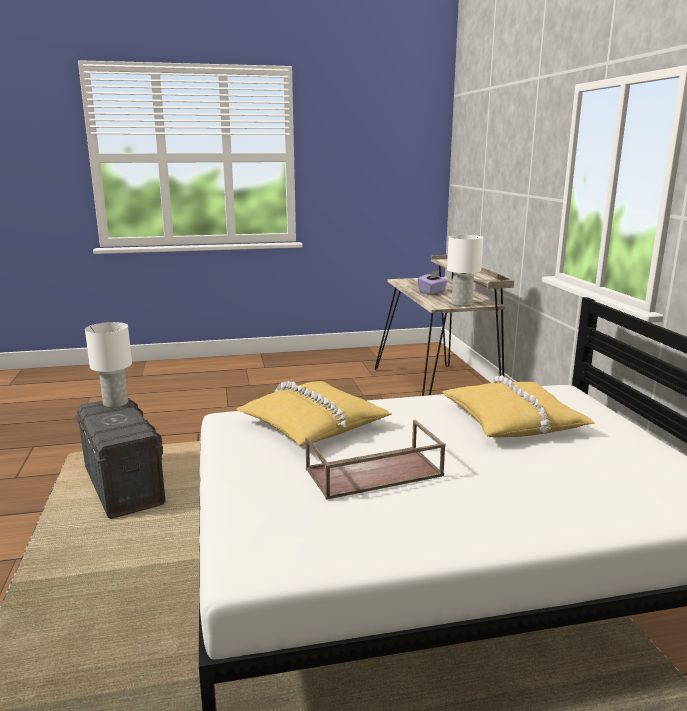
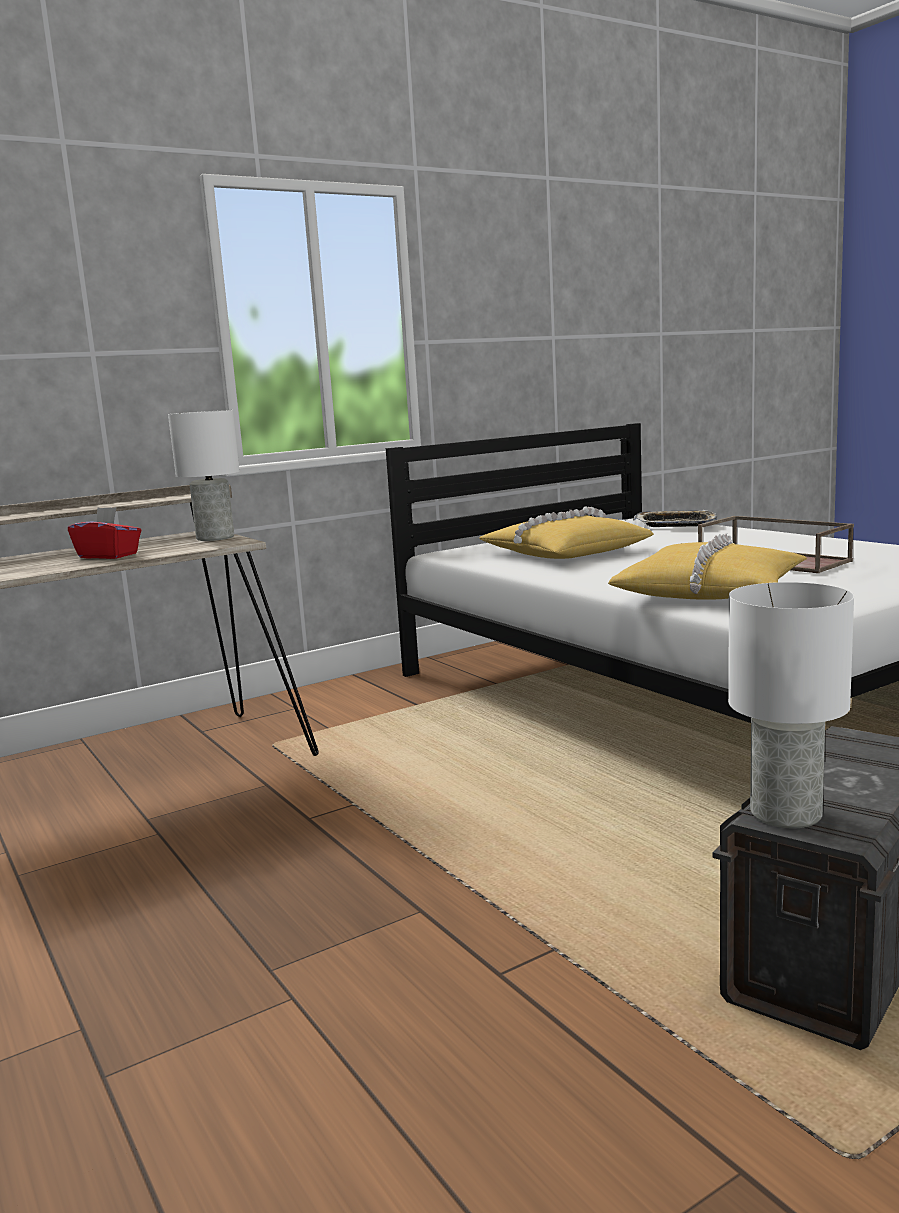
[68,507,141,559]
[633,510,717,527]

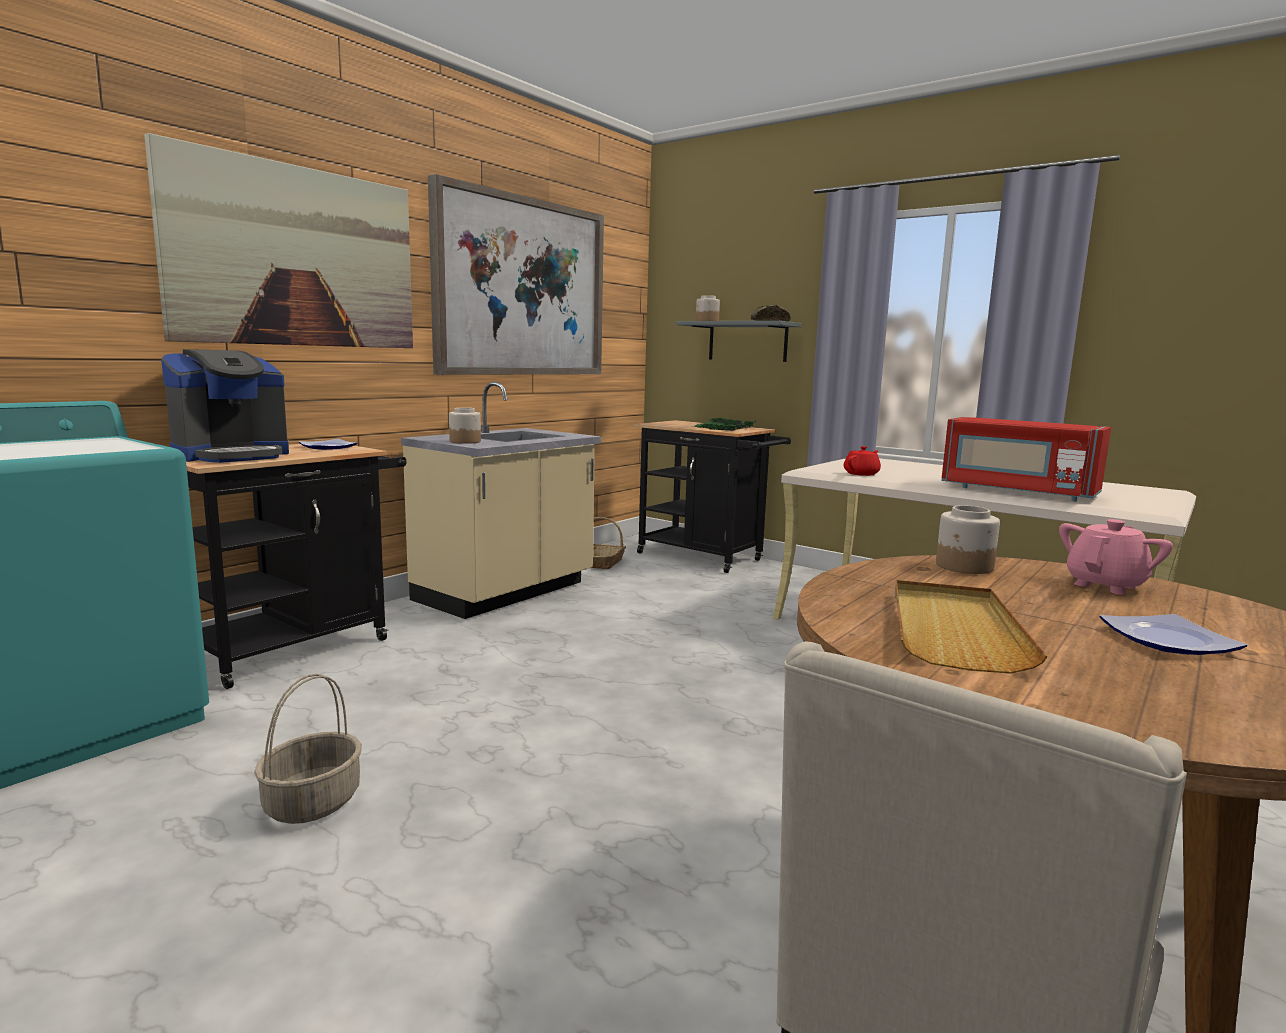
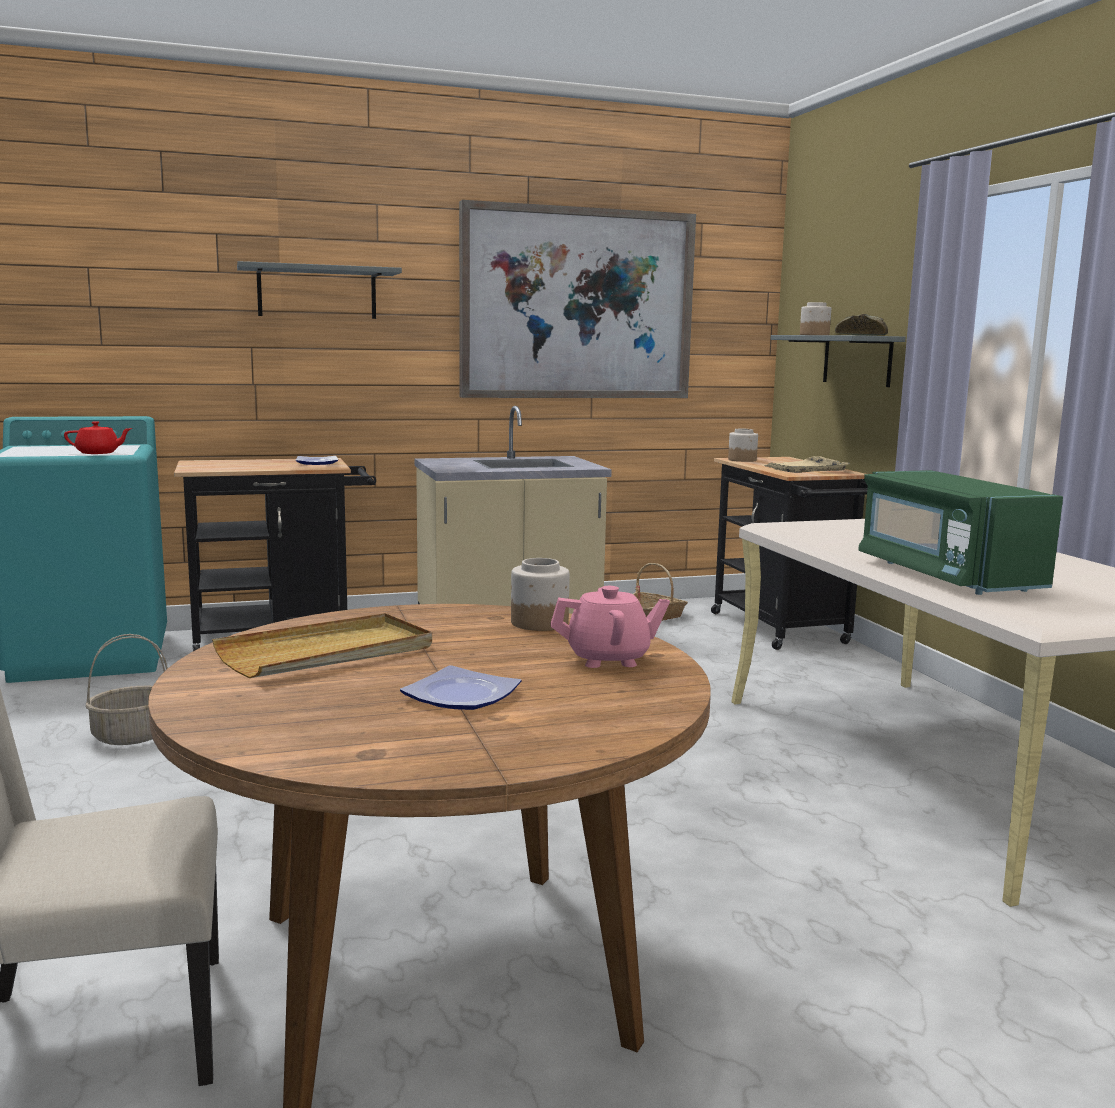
[237,261,402,319]
[161,349,289,463] (first image)
[728,429,758,462]
[858,470,1063,595]
[763,456,850,473]
[64,421,132,454]

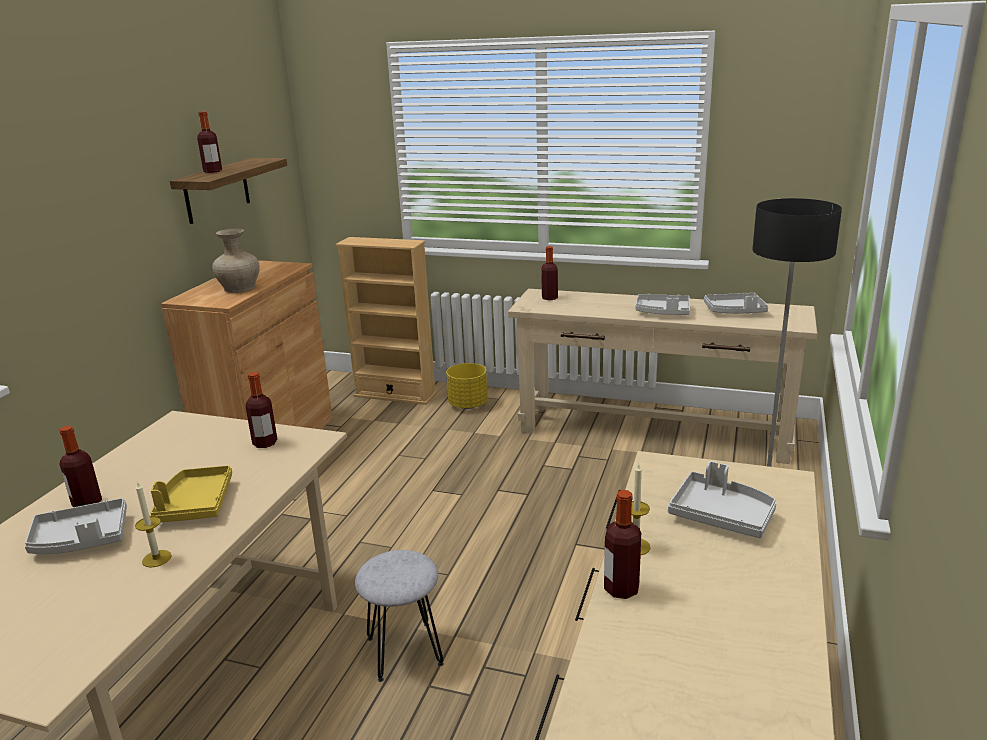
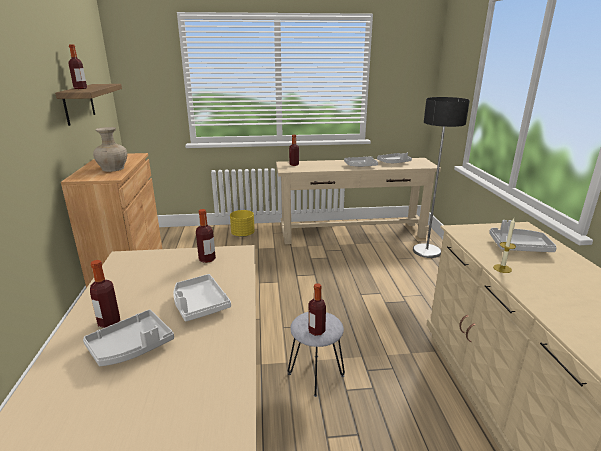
[335,237,437,405] (first image)
[173,274,231,322]
[135,481,172,568] (first image)
[308,283,326,336]

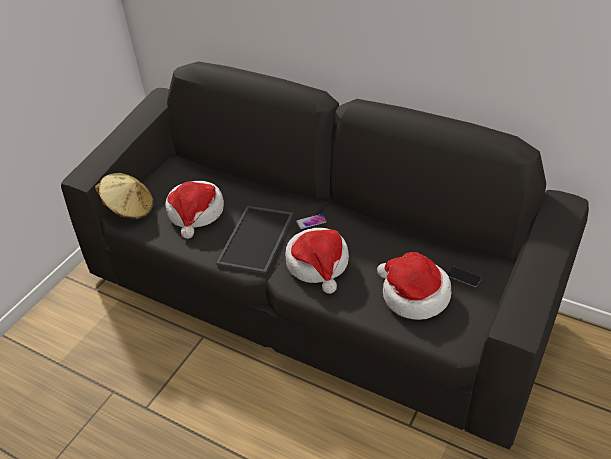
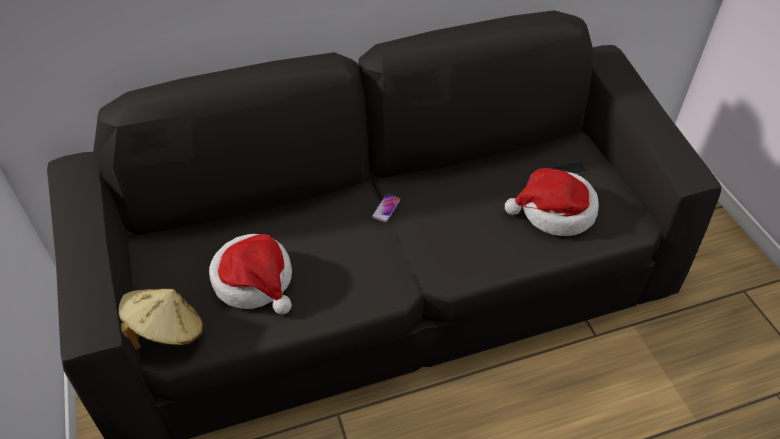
[216,206,294,274] (first image)
[285,228,349,294] (first image)

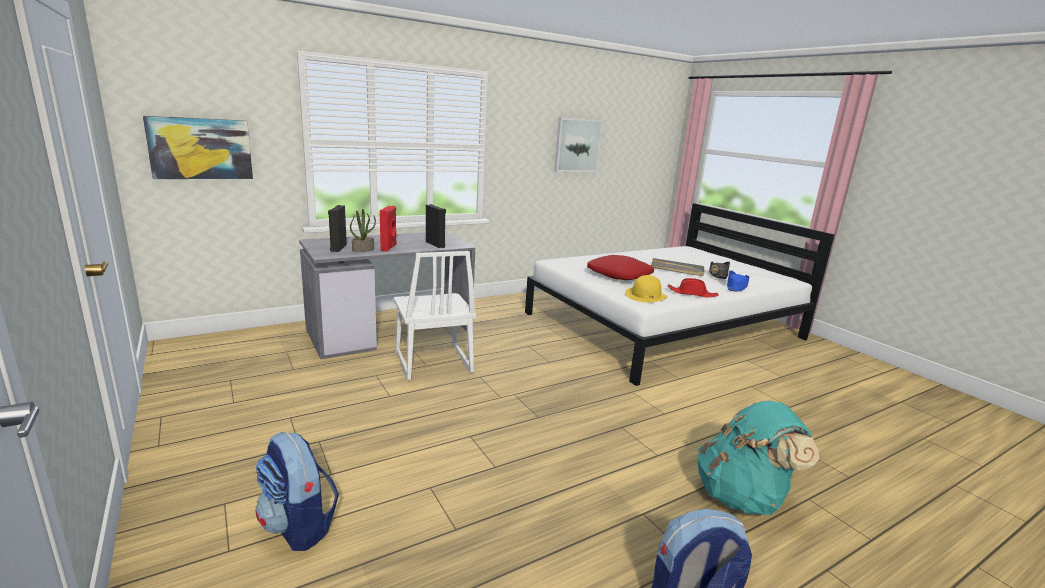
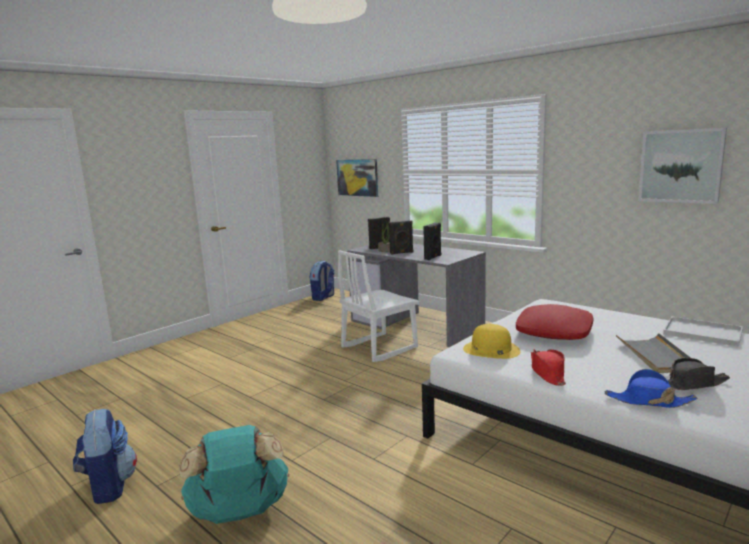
[389,220,413,255]
[309,261,335,301]
[663,316,743,347]

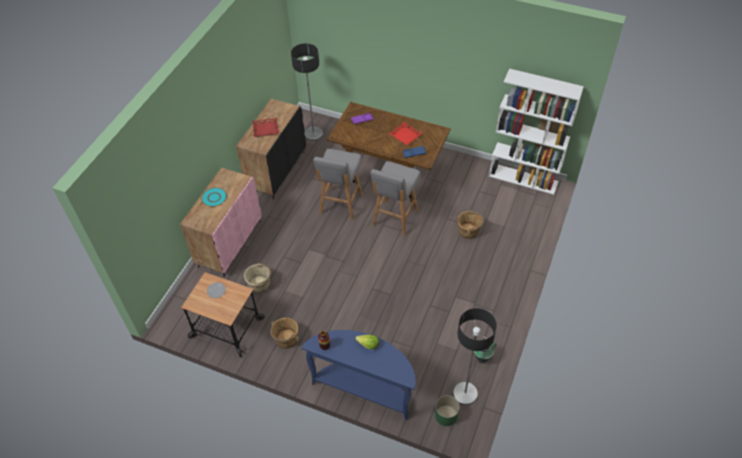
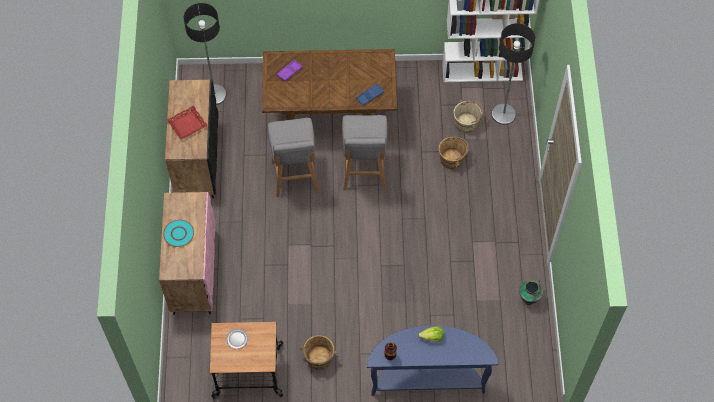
[389,122,423,145] (first image)
[454,100,483,133]
[492,23,536,125]
[435,395,460,426] (first image)

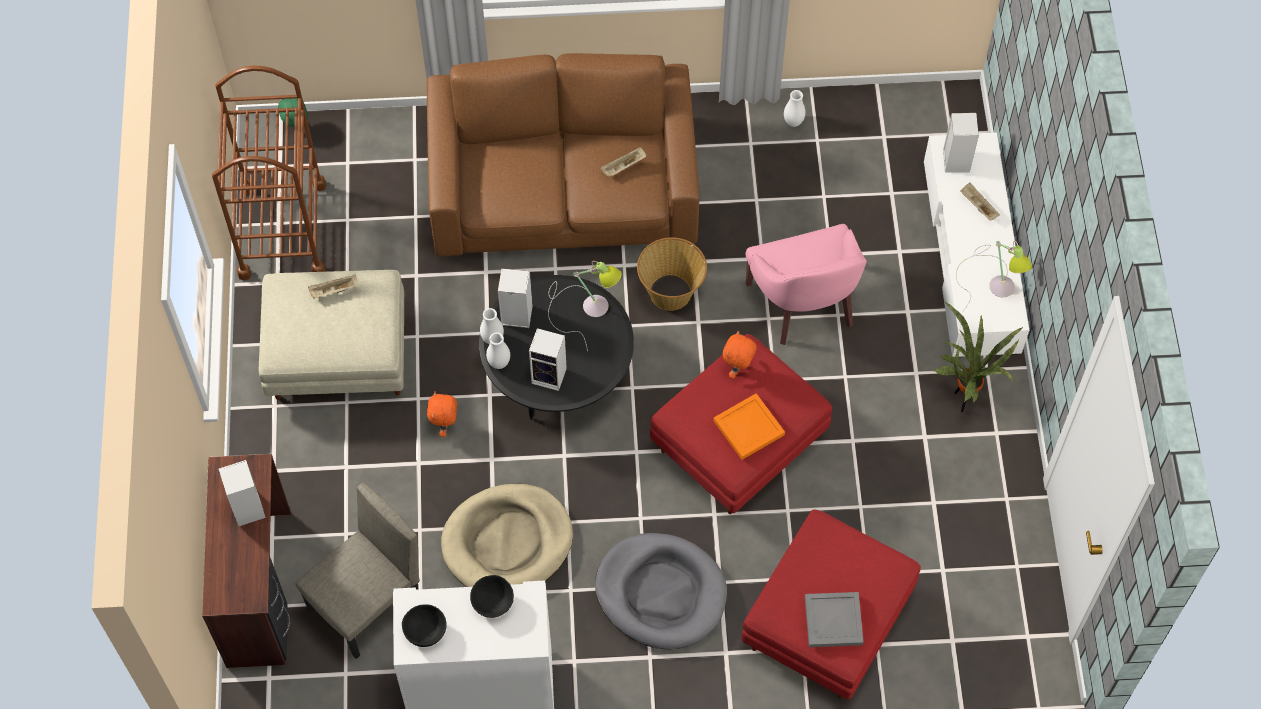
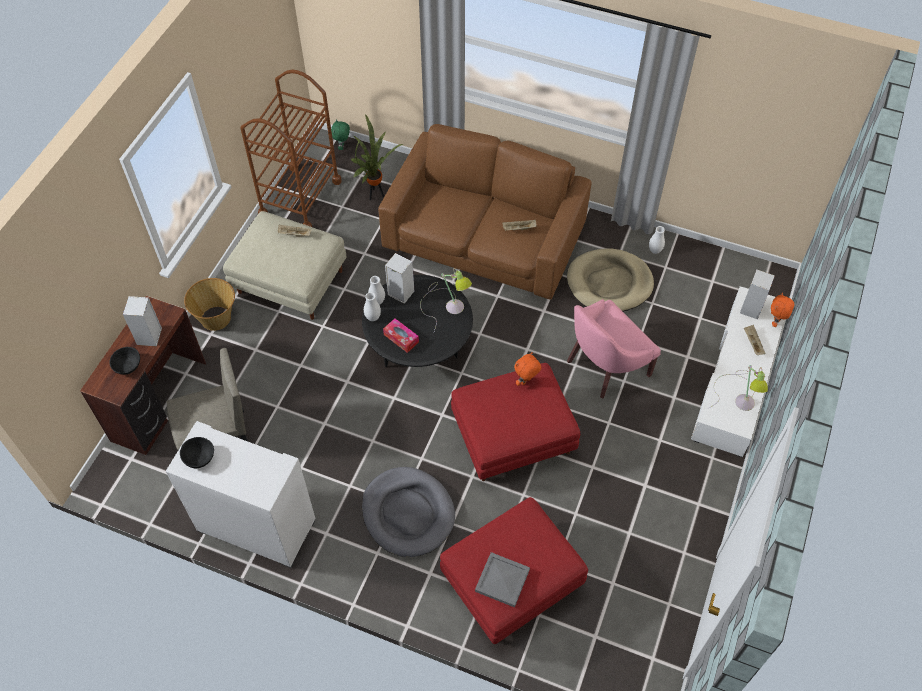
[567,299,661,399]
[184,278,235,331]
[351,114,403,200]
[383,318,419,353]
[771,292,794,327]
[713,393,785,460] (first image)
[567,248,654,312]
[109,347,140,375]

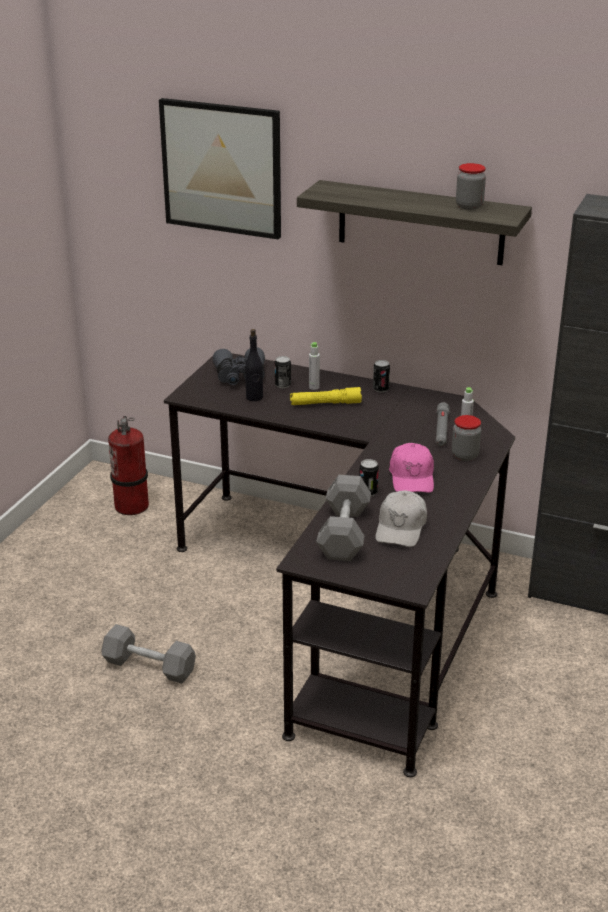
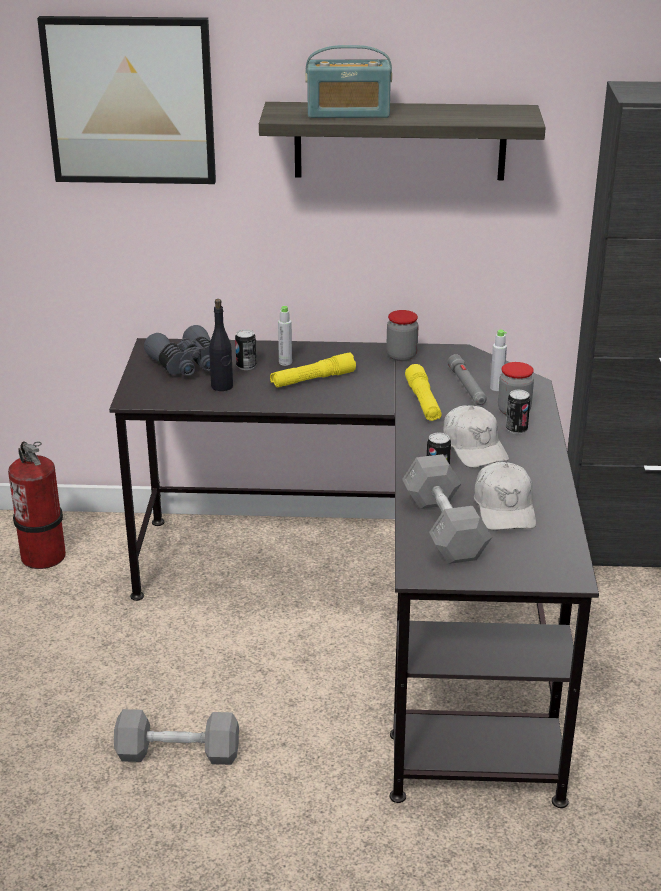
[386,310,419,361]
[506,390,530,434]
[443,405,509,468]
[305,45,392,118]
[405,364,441,421]

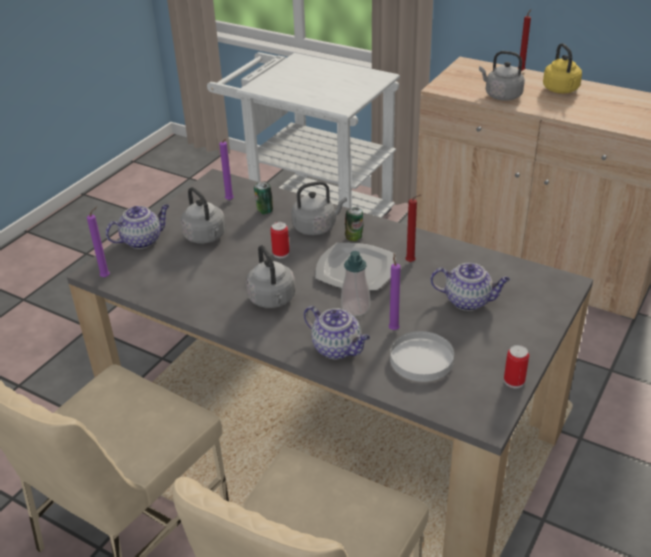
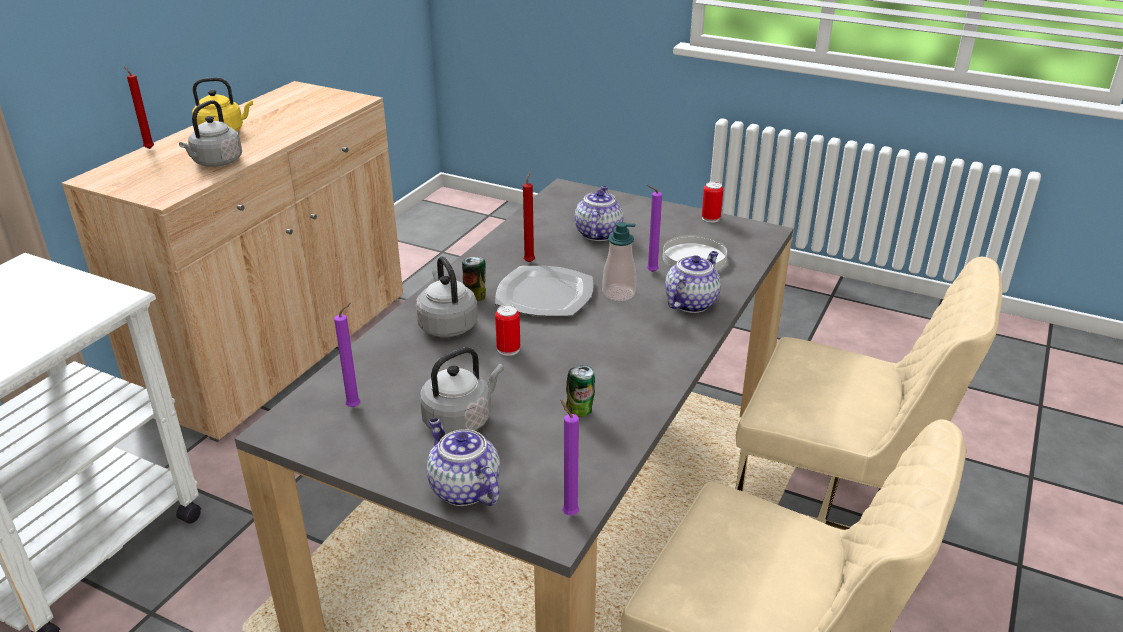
[566,365,595,417]
[246,245,295,308] (first image)

